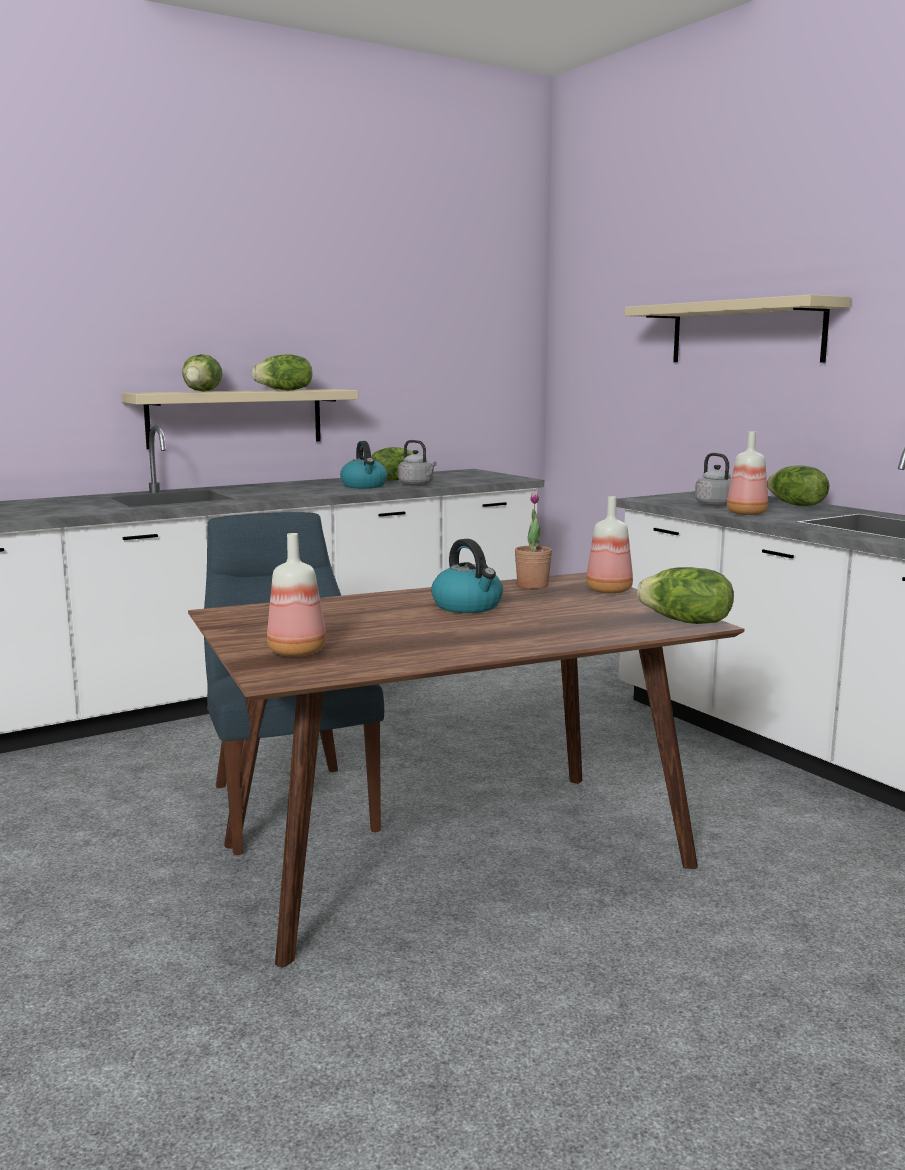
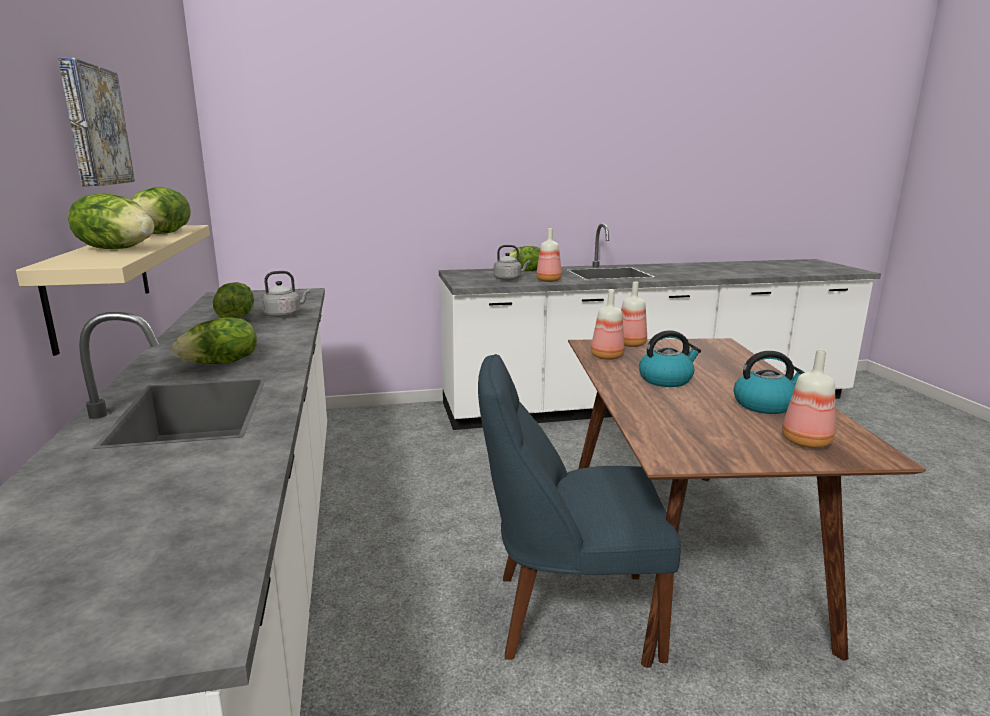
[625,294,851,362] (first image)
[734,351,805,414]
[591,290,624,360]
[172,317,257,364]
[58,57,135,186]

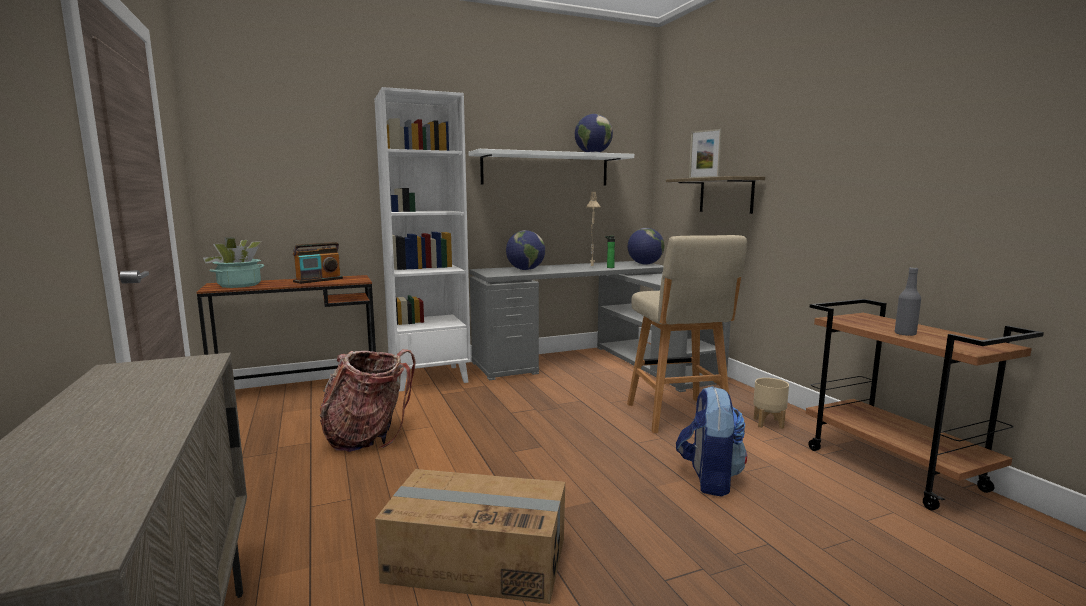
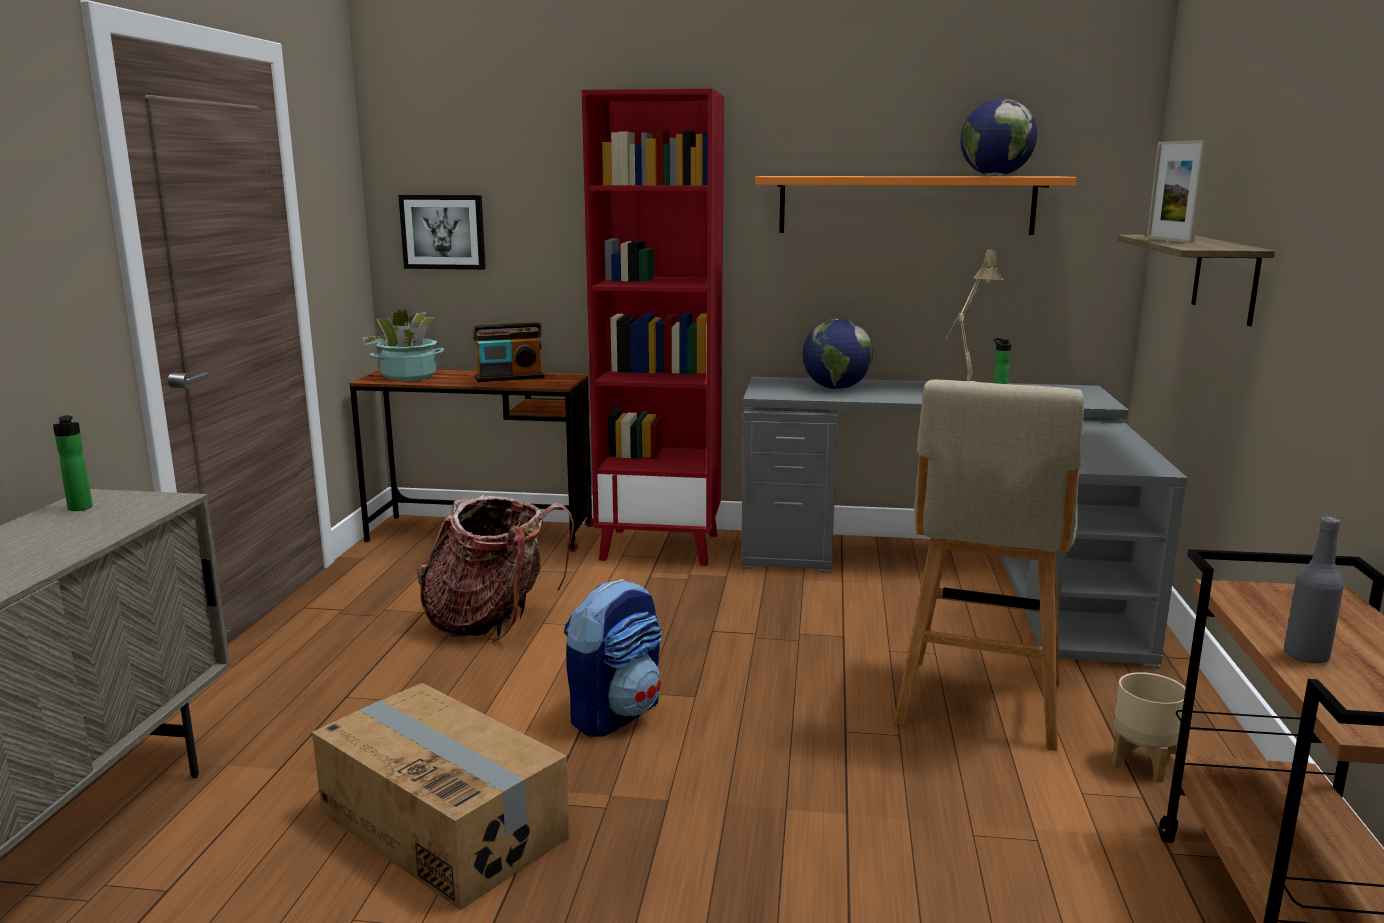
[582,88,724,566]
[755,176,1076,235]
[627,228,664,265] (first image)
[564,579,662,737]
[398,195,486,270]
[53,415,93,511]

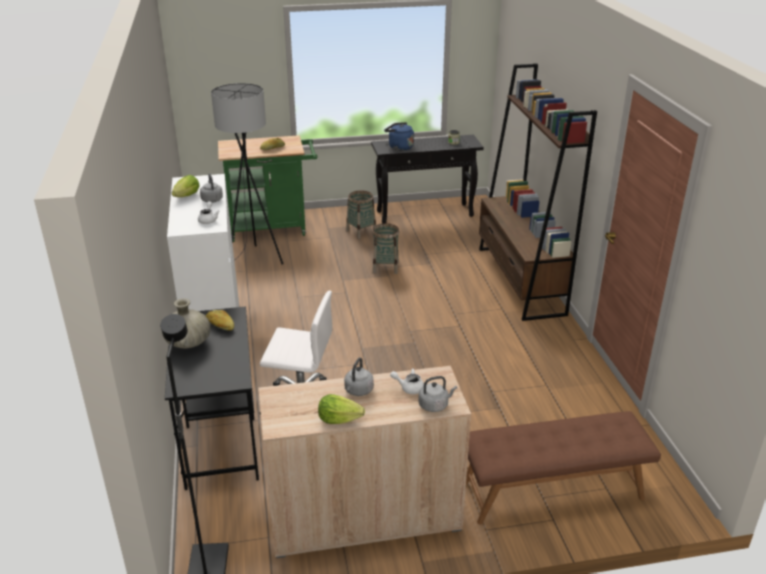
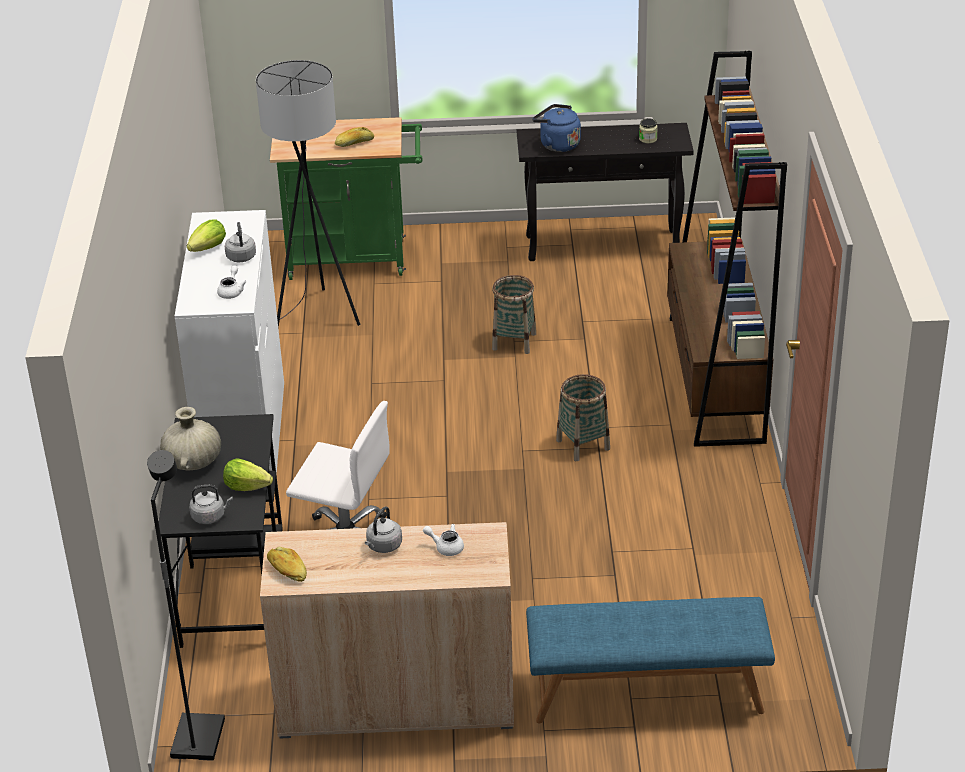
[556,374,610,461]
[267,547,307,582]
[189,484,233,524]
[223,458,273,491]
[526,597,775,723]

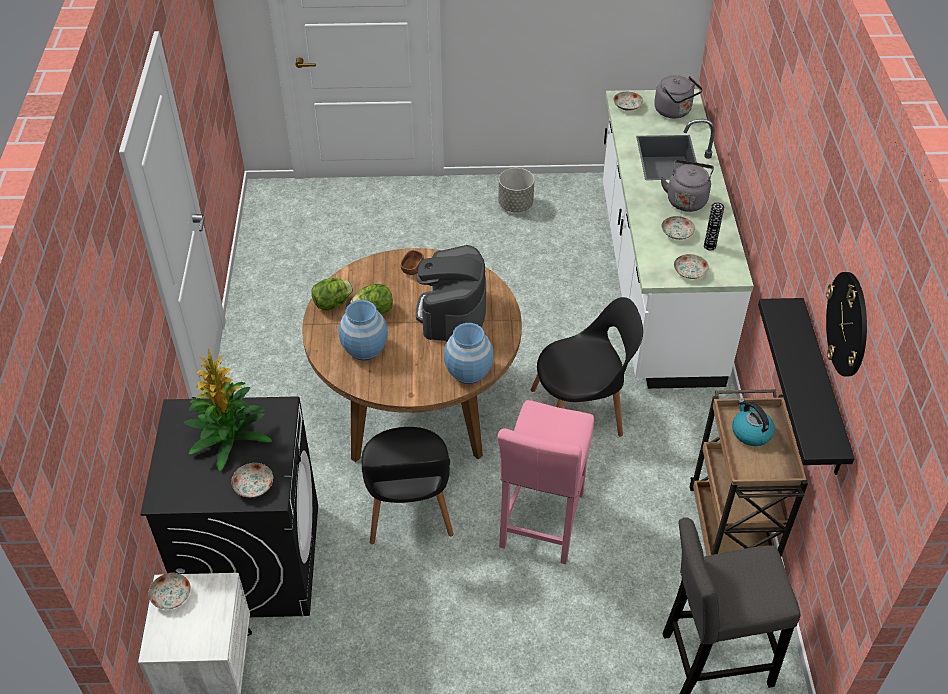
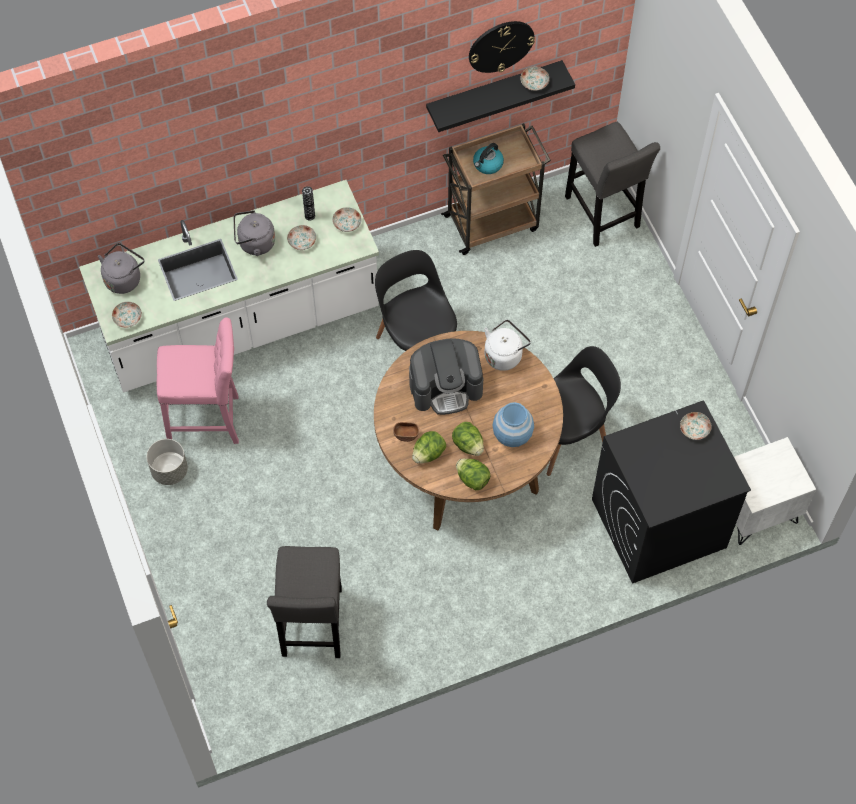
[484,319,531,371]
[183,348,272,471] (first image)
[157,317,239,444]
[520,66,550,91]
[412,431,446,464]
[267,546,342,658]

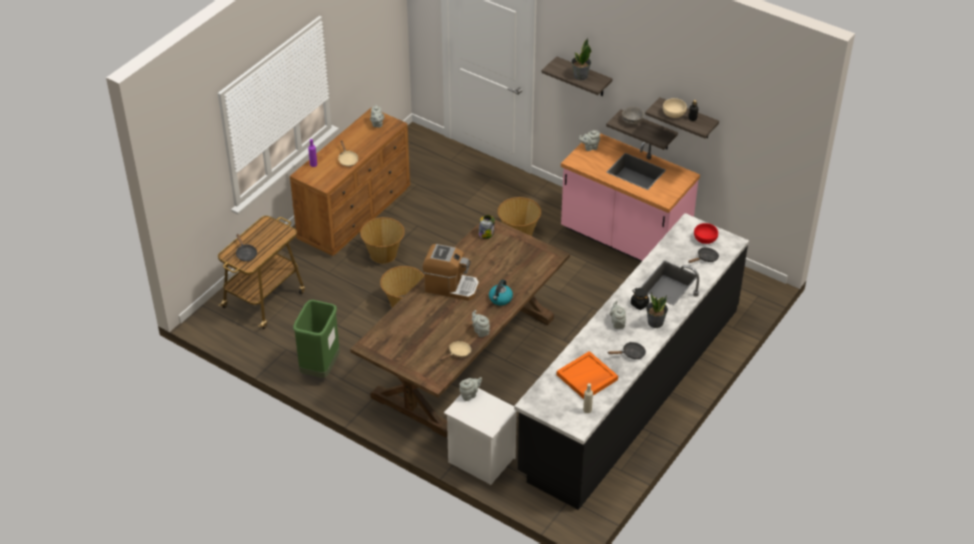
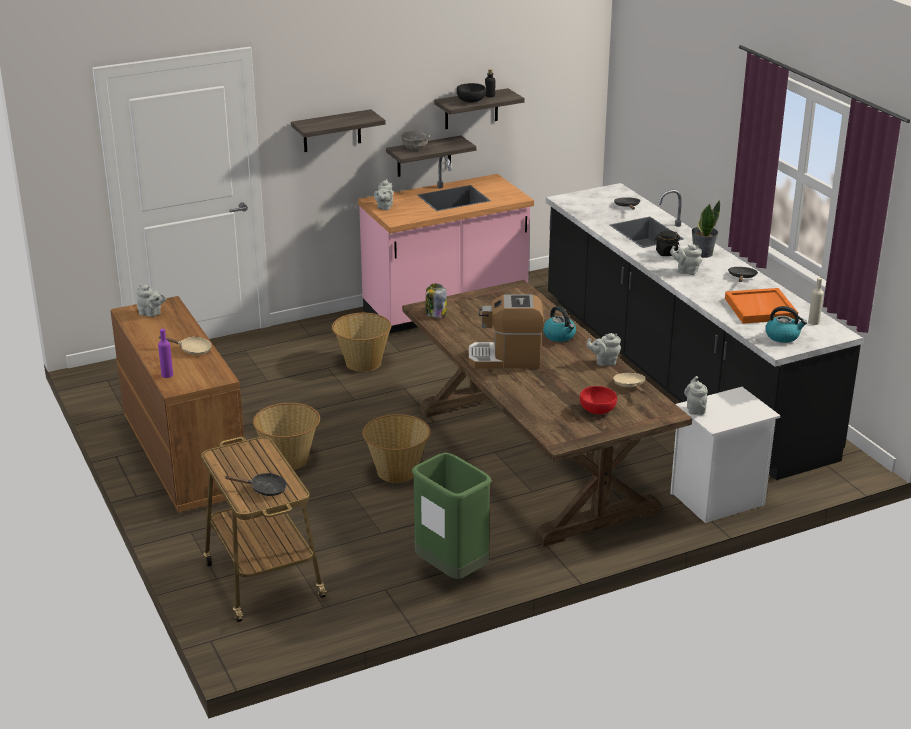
[571,37,591,81] (first image)
[457,83,486,103]
[580,386,617,414]
[468,294,544,369]
[765,306,807,343]

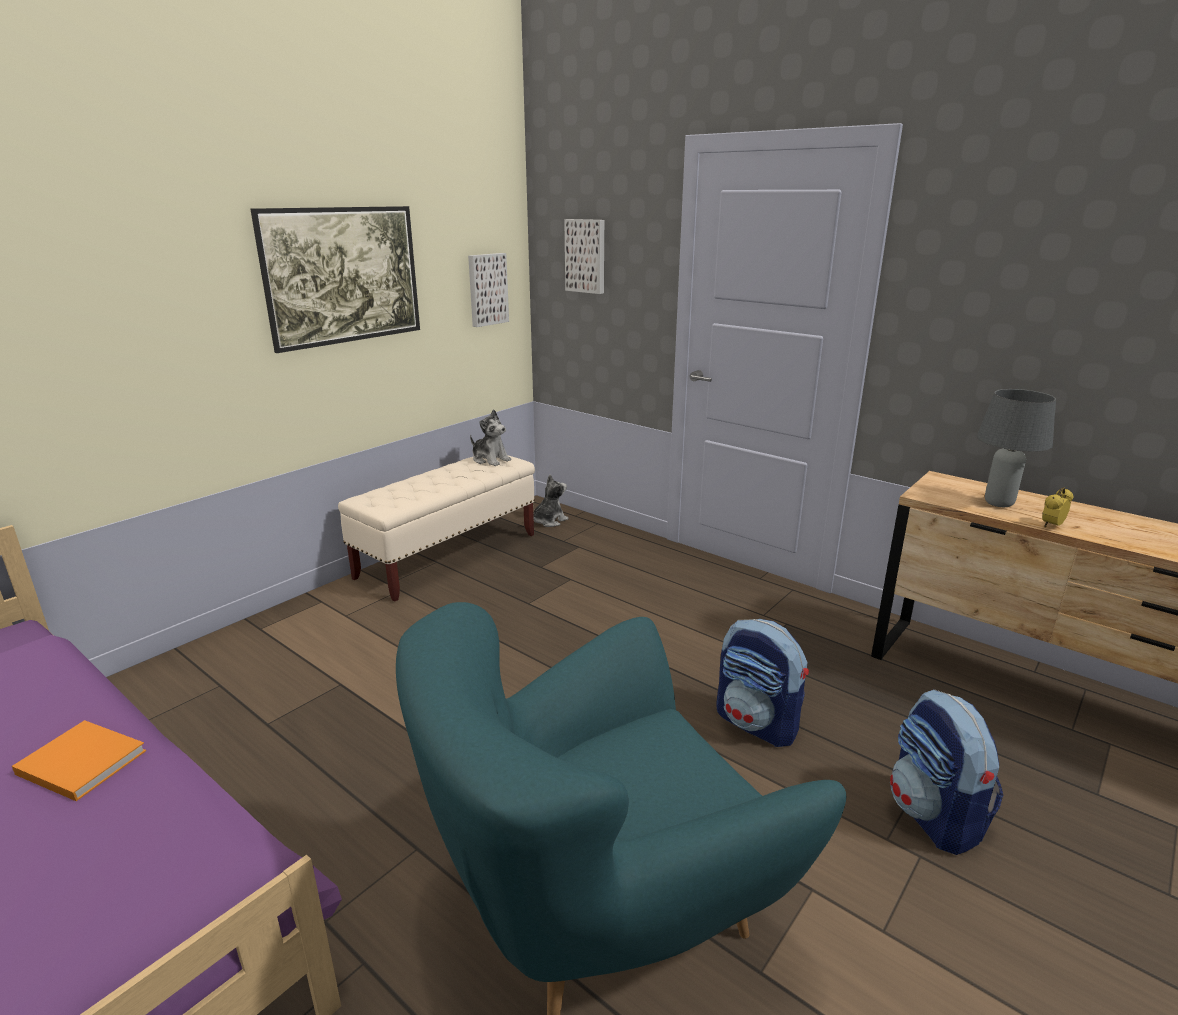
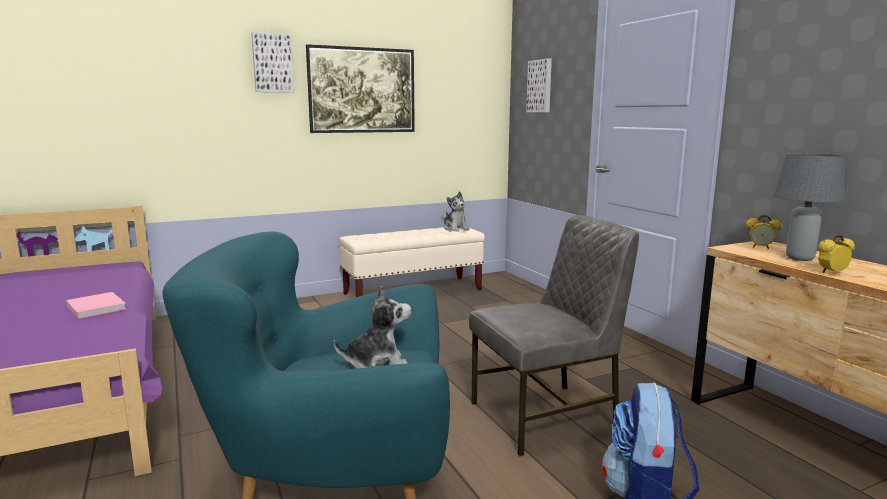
[251,32,294,93]
[334,285,411,368]
[469,215,639,456]
[66,292,127,319]
[746,215,782,249]

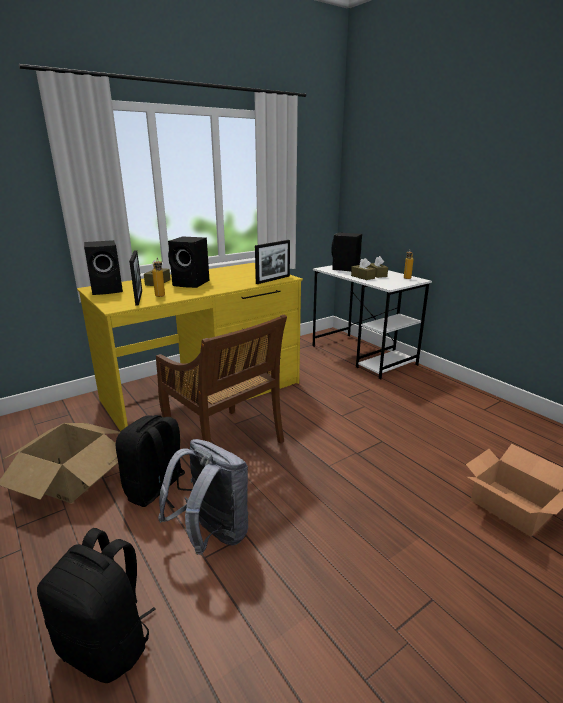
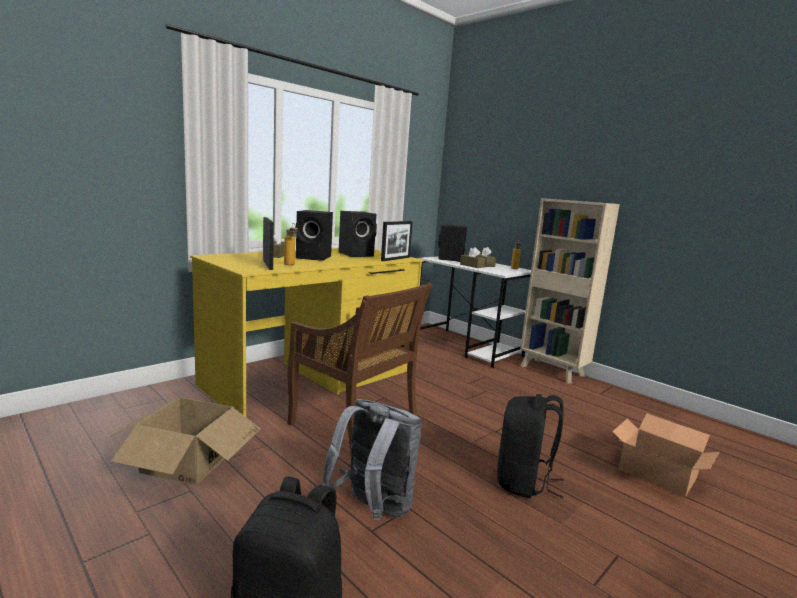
[339,211,377,257]
[497,394,564,498]
[520,198,620,384]

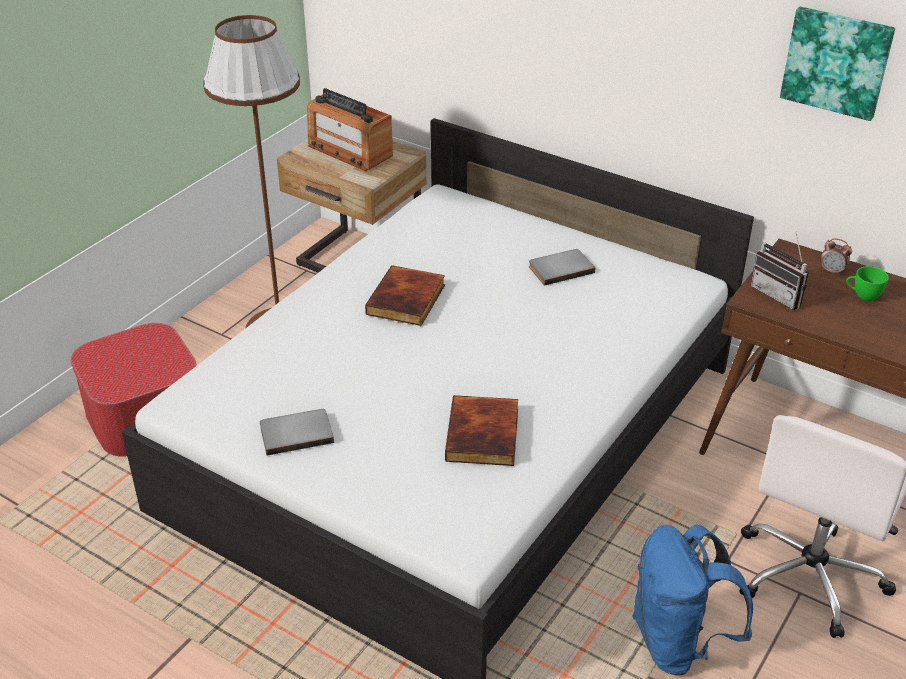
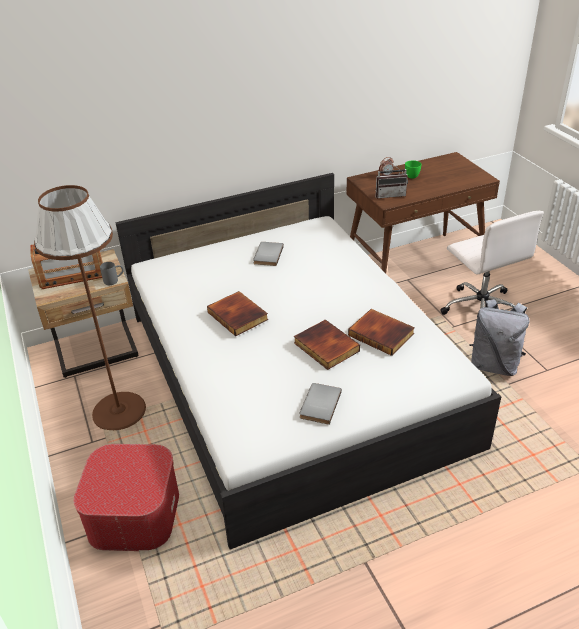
[780,7,895,121] (first image)
[469,299,530,376]
[100,262,124,285]
[294,319,360,370]

